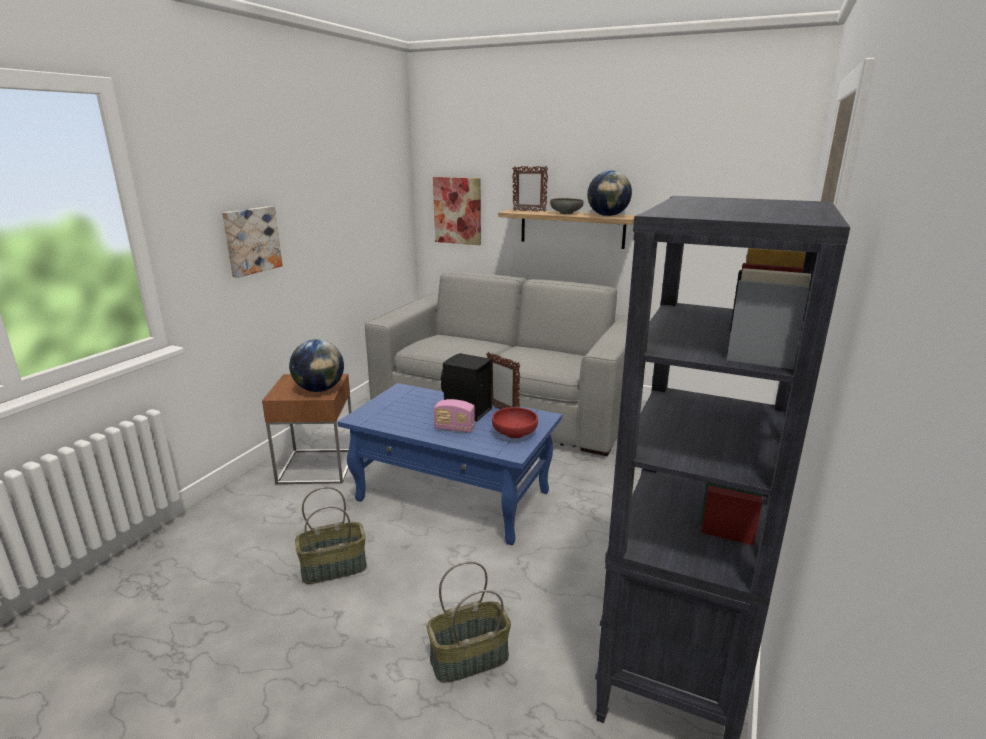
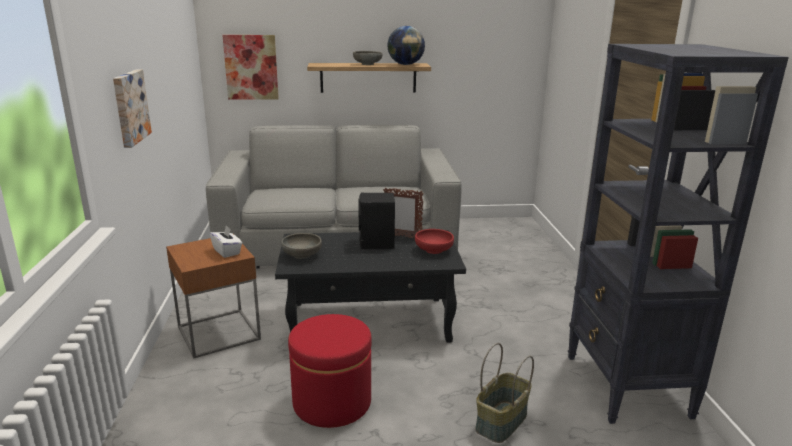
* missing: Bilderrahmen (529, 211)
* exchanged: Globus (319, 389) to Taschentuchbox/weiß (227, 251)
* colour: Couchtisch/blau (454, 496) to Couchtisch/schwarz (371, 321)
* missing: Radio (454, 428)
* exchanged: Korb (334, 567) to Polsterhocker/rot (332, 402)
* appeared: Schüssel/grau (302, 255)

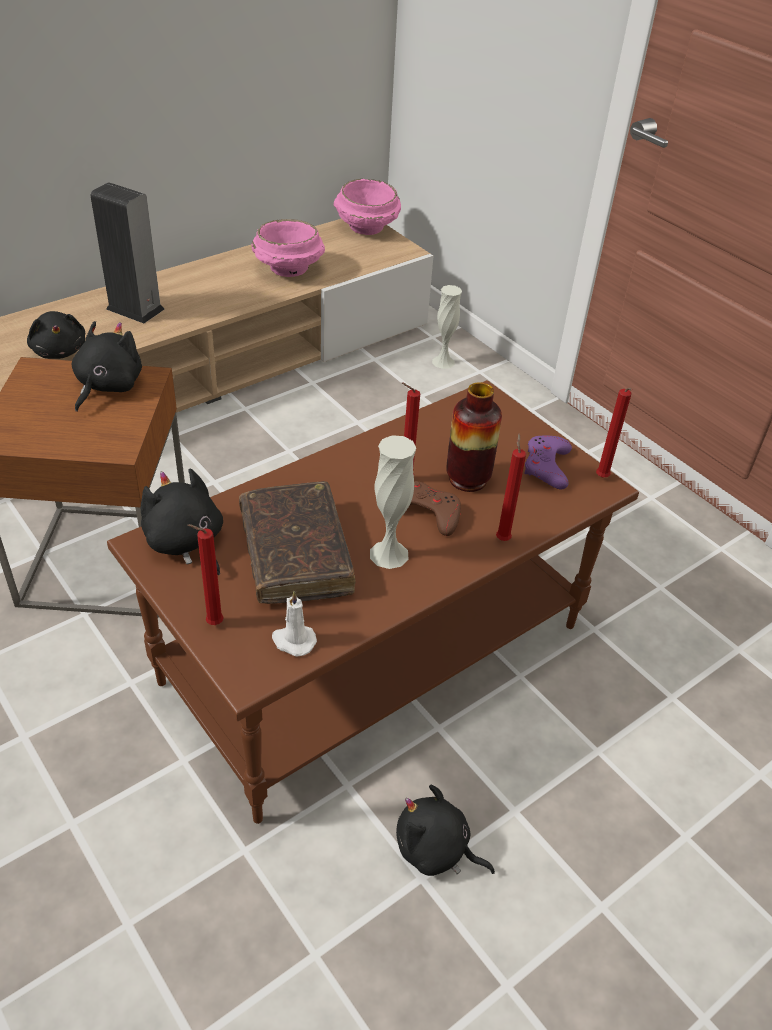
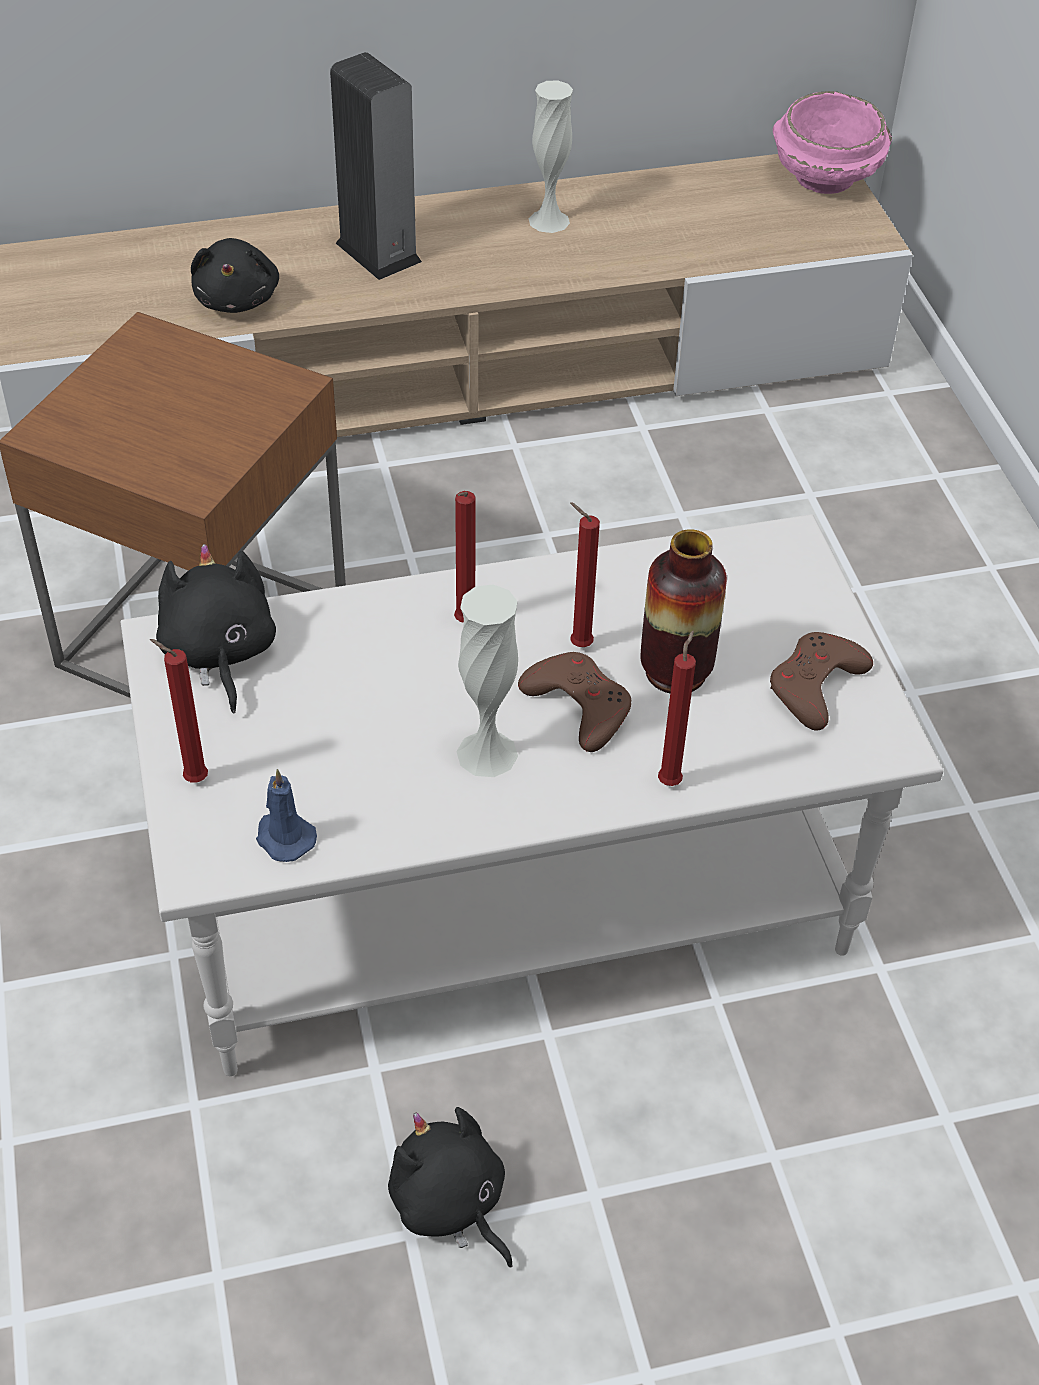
* missing: Schüssel/rosa (288, 270)
* relocated: Vase/weiß (443, 362) to (549, 221)
* missing: Plüschtier/schwarz (107, 386)
* colour: Couchtisch/braun (375, 657) to Couchtisch/weiß (510, 899)
* relocated: Kerze/rot (602, 479) to (464, 624)
* colour: Gamepad/lila (546, 466) to Gamepad/braun (815, 686)
* missing: Buch/braun (295, 553)
* colour: Kerze/weiß (293, 641) to Kerze/blau (284, 837)

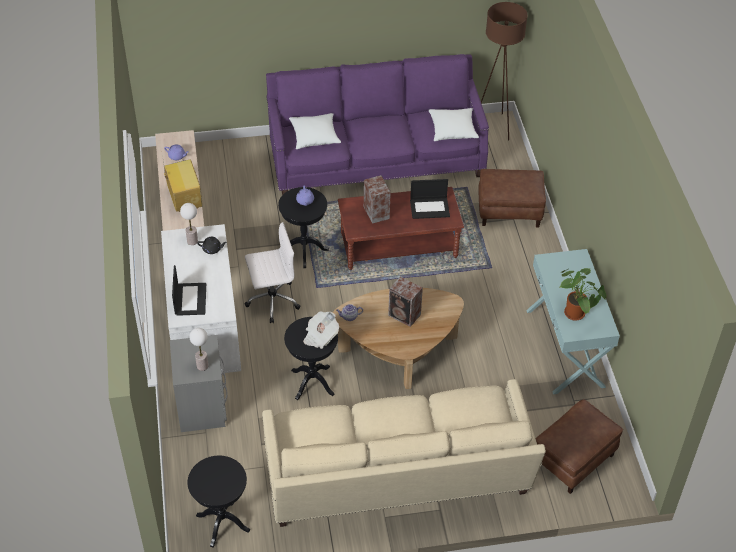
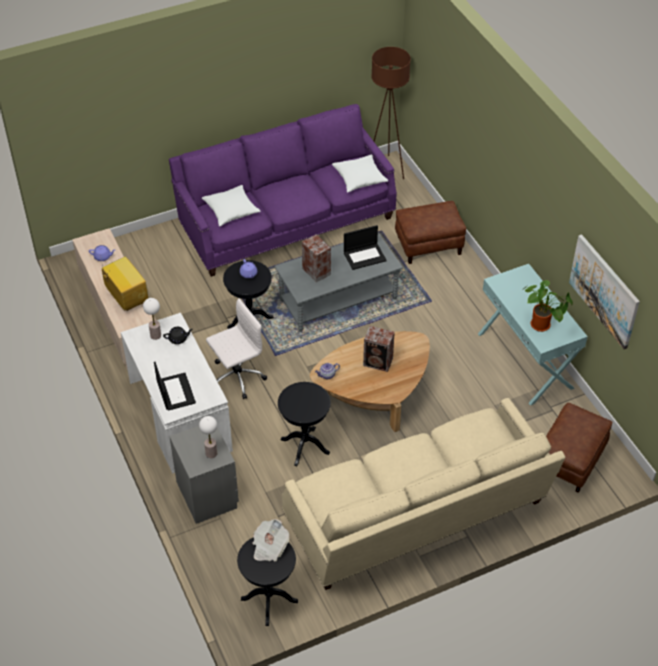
* colour: Couchtisch/braun (399, 246) to Couchtisch/grau (338, 299)
* relocated: Zeitung (320, 336) to (269, 547)
* appeared: Bild (604, 291)

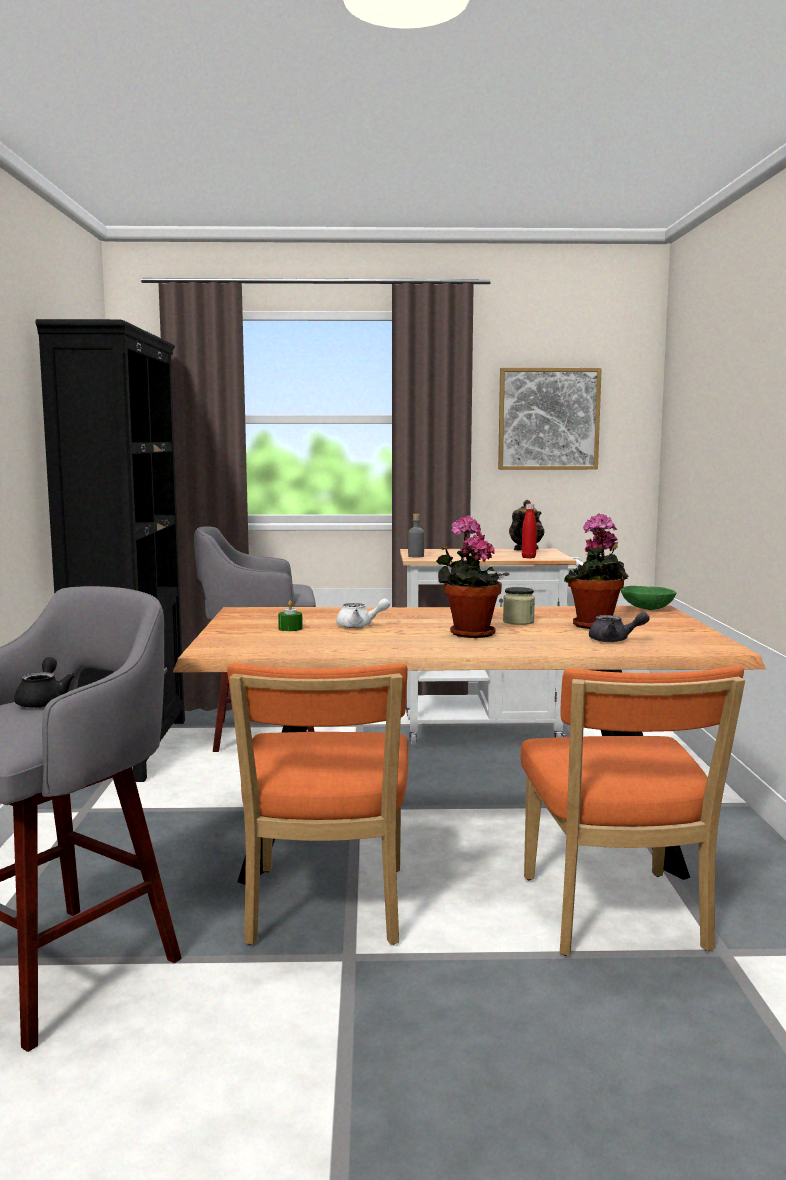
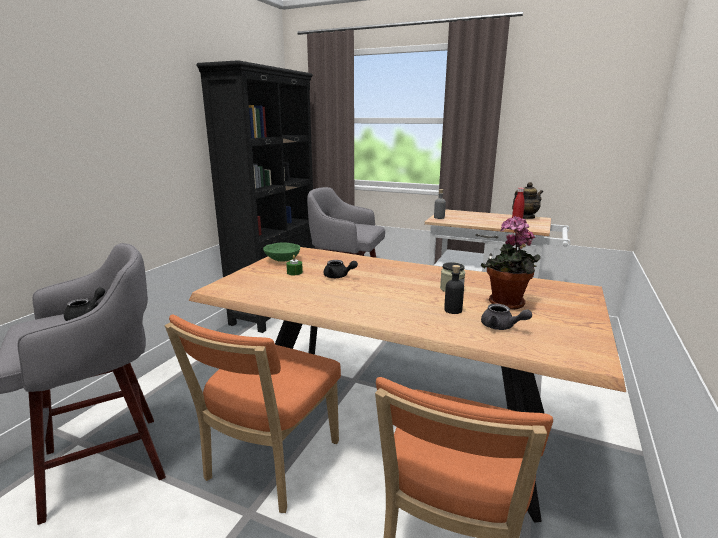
* missing: Bild (548, 419)
* missing: Topfpflanze (468, 633)
* relocated: Schüssel/grün (646, 609) to (282, 260)
* colour: Teekanne/weiß (360, 626) to Teekanne/schwarz (338, 276)
* appeared: Flasche/schwarz (453, 310)

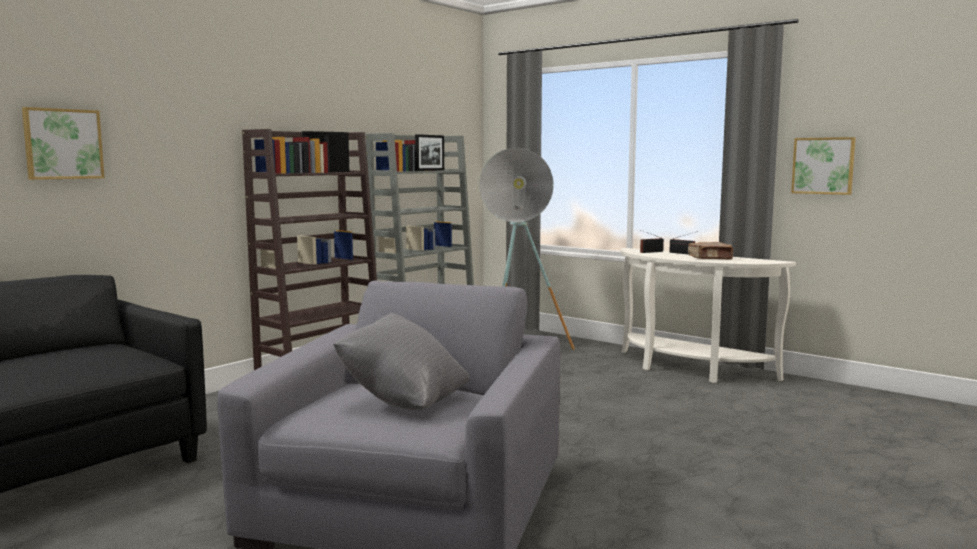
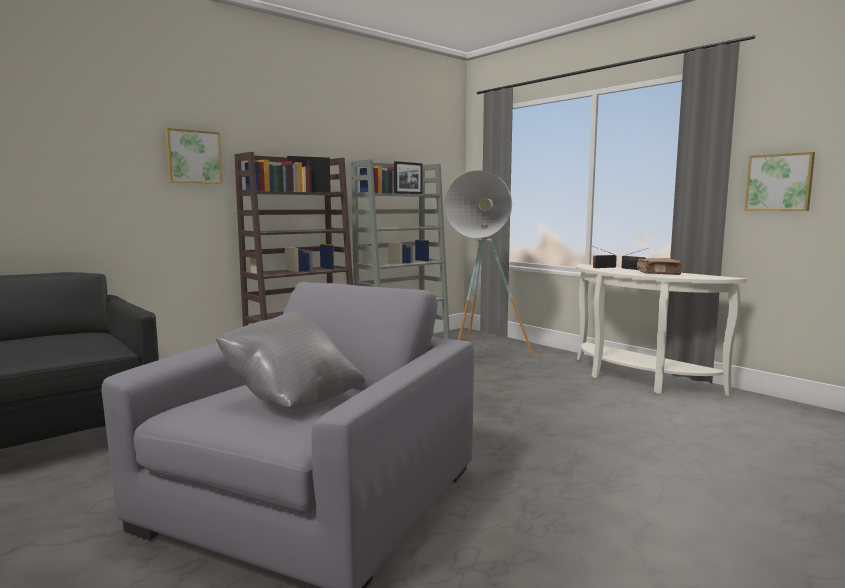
* relocated: Bild (62, 144) to (193, 157)

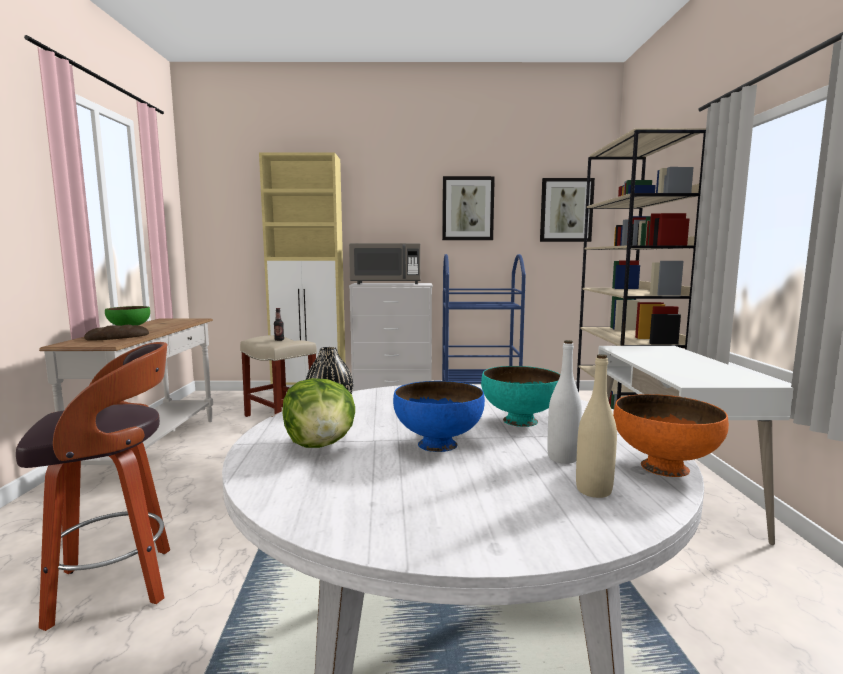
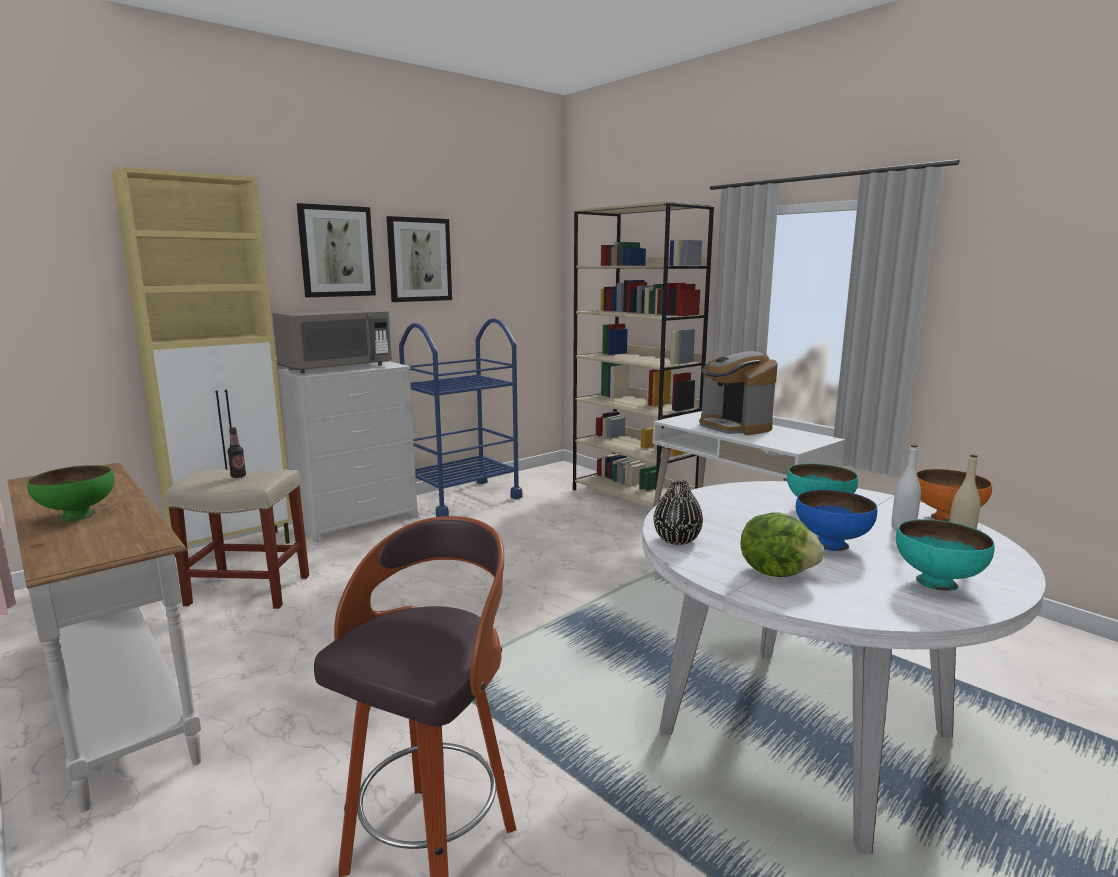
* relocated: Bild (566, 210) to (337, 251)
* missing: Brot (117, 337)
* appeared: Kaffeemaschine (734, 427)
* appeared: Schüssel/türkis (937, 583)

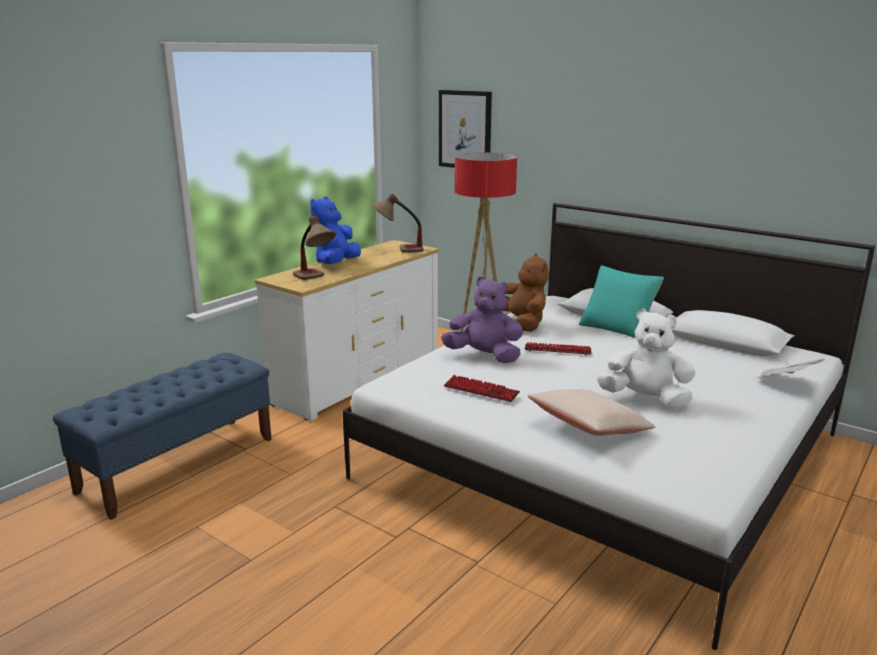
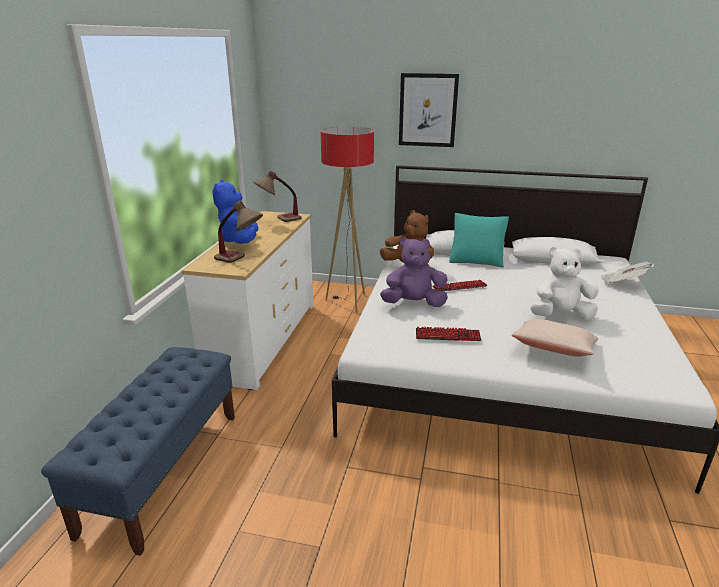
* relocated: Bild (465, 130) to (428, 110)

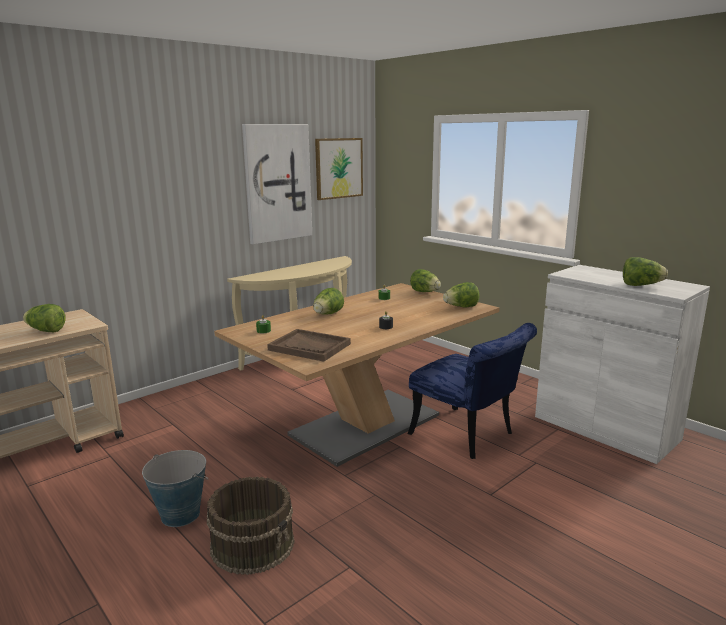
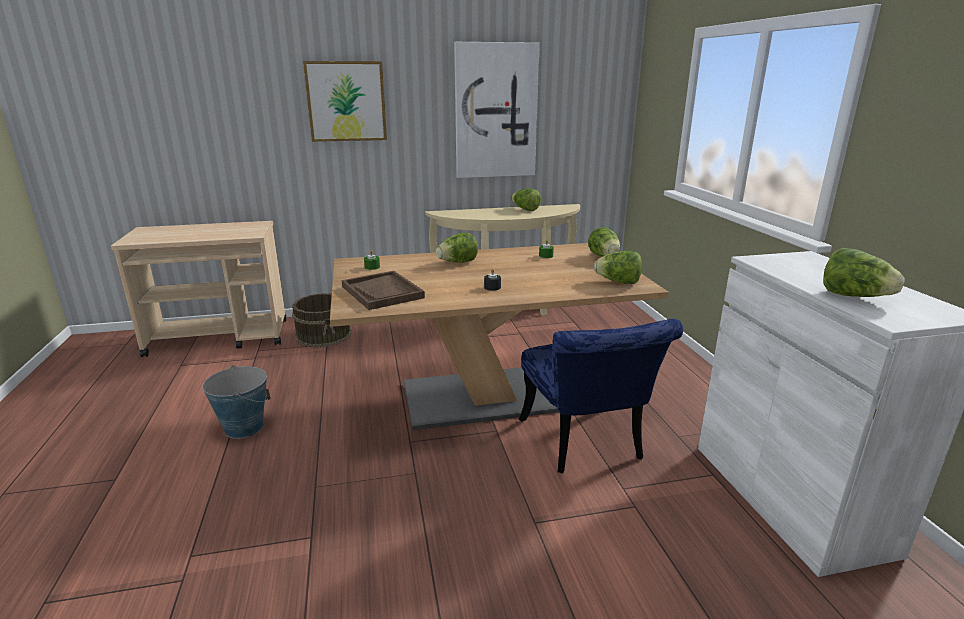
* relocated: Bild (338, 168) to (346, 101)
* relocated: Salatkopf (46, 331) to (525, 209)
* relocated: Eimer/braun (253, 544) to (324, 335)

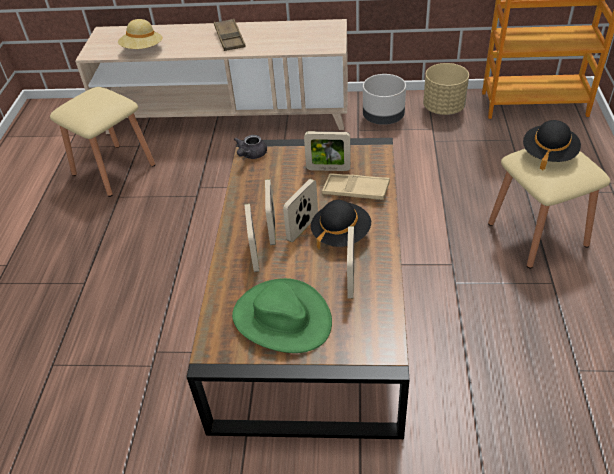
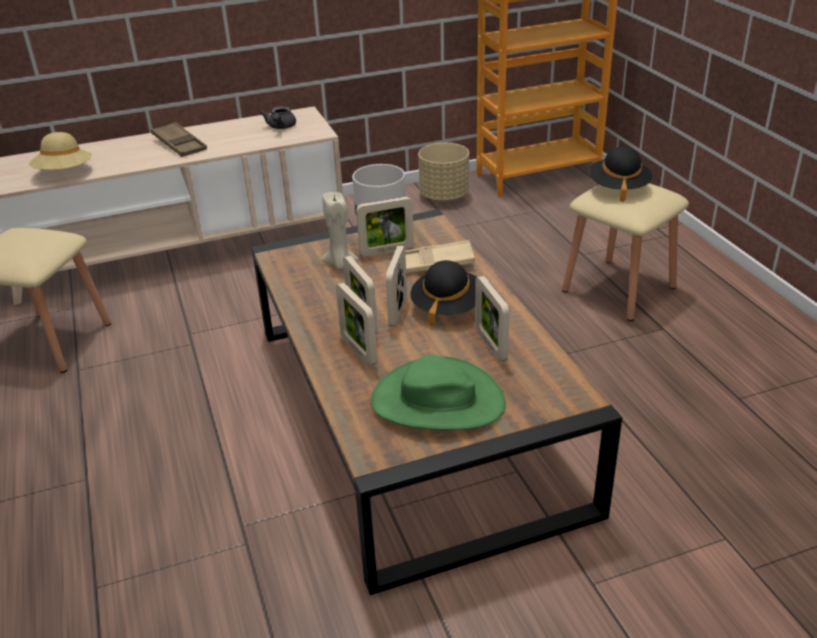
* relocated: Teekanne/grau (251, 155) to (281, 127)
* appeared: Kerze/beige (340, 264)

